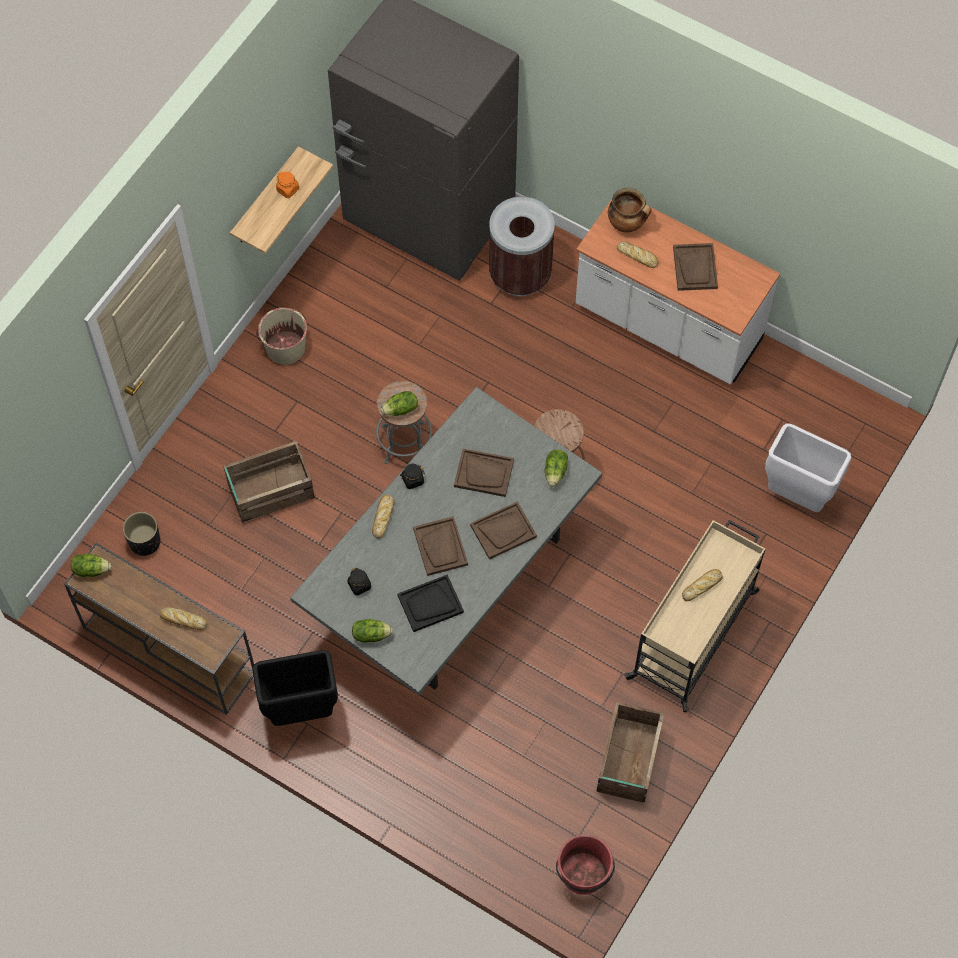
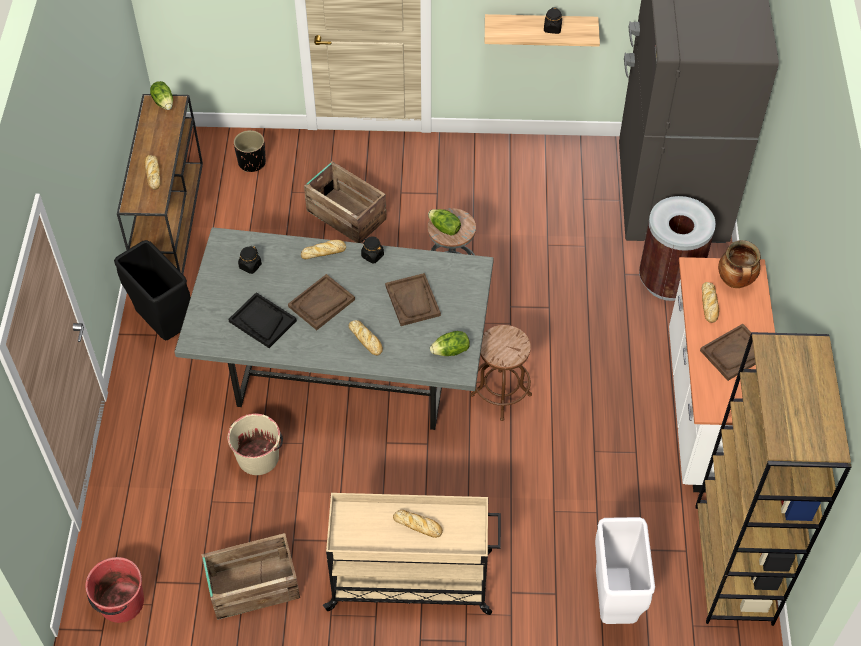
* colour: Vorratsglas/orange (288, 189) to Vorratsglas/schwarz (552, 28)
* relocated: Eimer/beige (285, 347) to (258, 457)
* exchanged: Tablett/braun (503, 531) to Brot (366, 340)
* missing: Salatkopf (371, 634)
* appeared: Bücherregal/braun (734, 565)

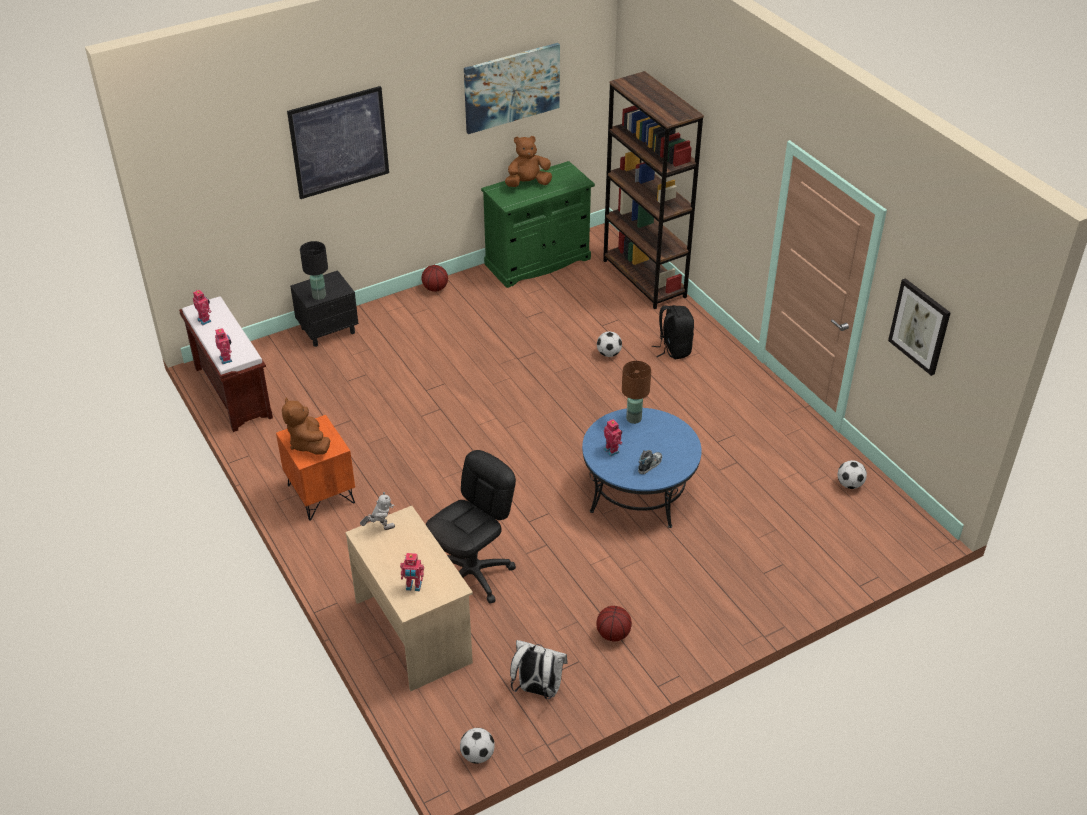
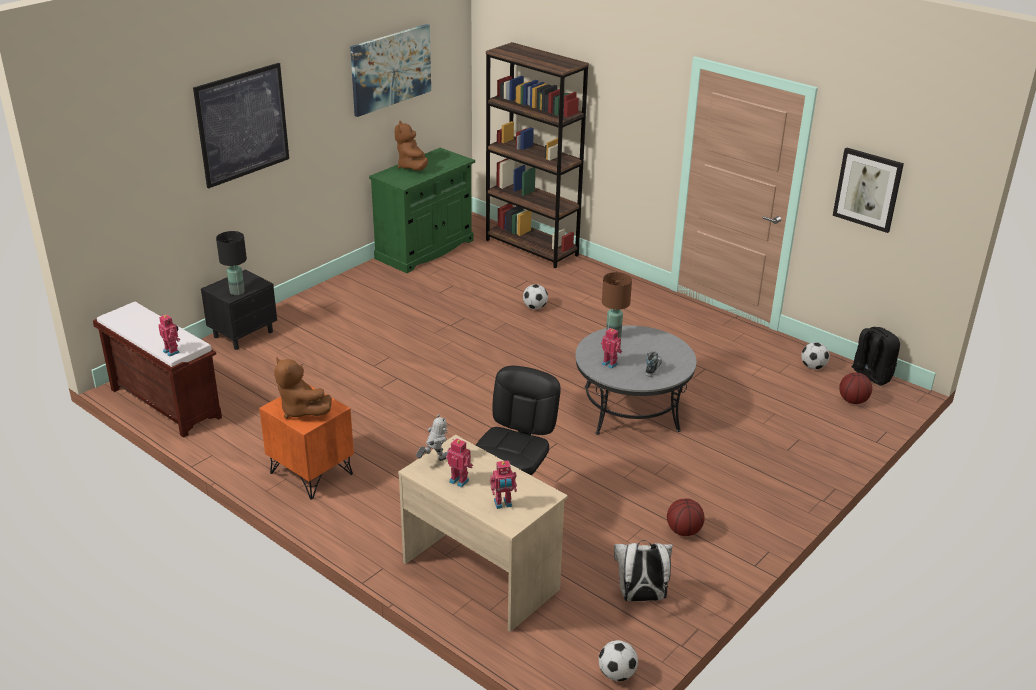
* spun: Plüschtier/braun (528, 184) = (412, 167) 60 degrees counterclockwise
* relocated: Basketball (435, 288) to (852, 401)
* relocated: Spielzeugroboter (205, 320) to (459, 480)
* relocated: Rucksack/schwarz (673, 349) to (869, 376)
* colour: Couchtisch/blau (638, 491) to Couchtisch/grau (631, 408)

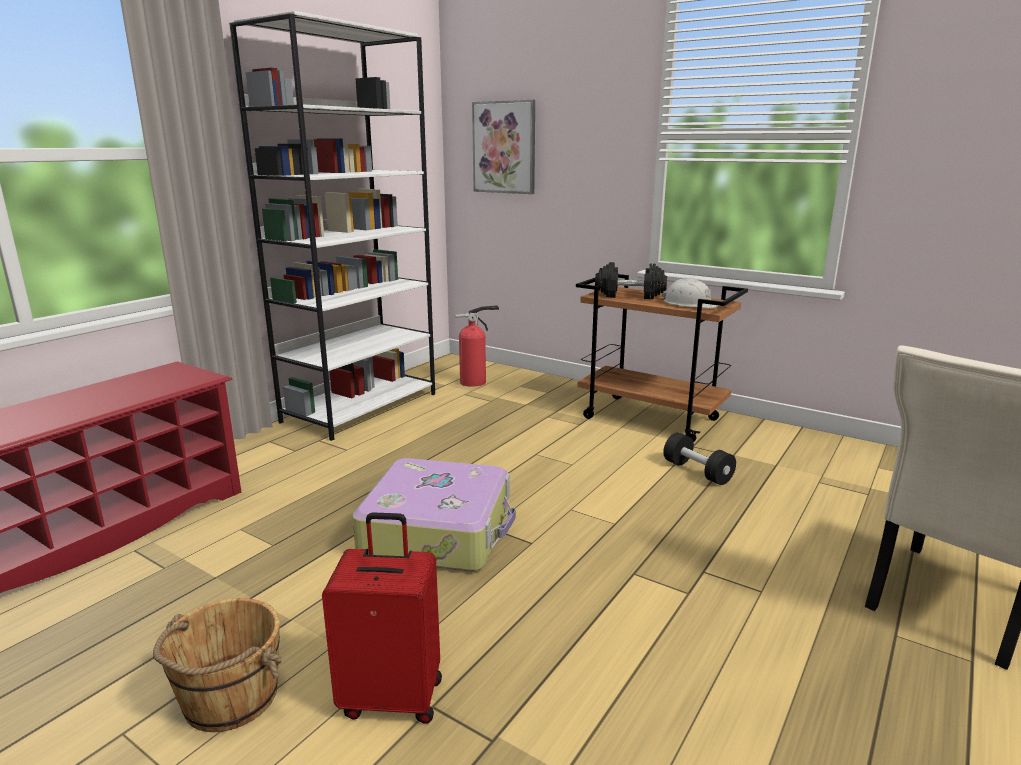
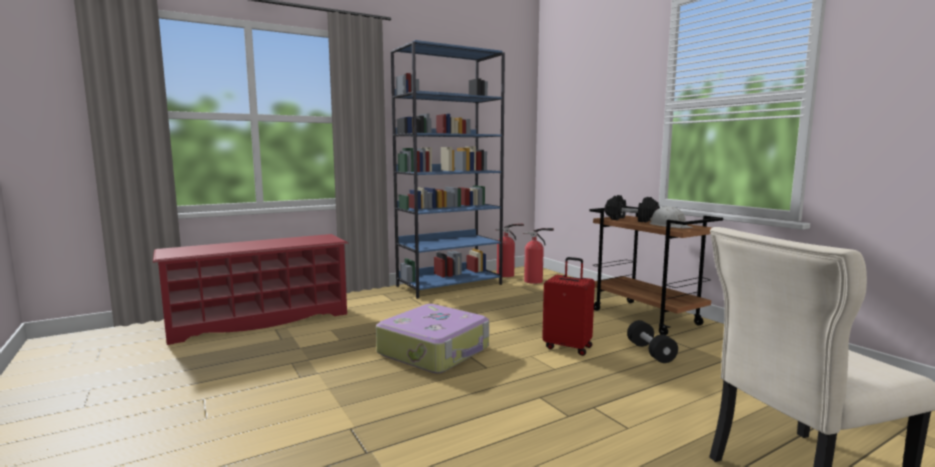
* colour: Bücherregal/weiß (361, 407) to Bücherregal/blau (449, 285)
* missing: Bild (504, 147)
* relocated: Koffer/rot (392, 696) to (568, 347)
* missing: Eimer/braun (229, 698)
* appeared: Feuerlöscher (507, 275)

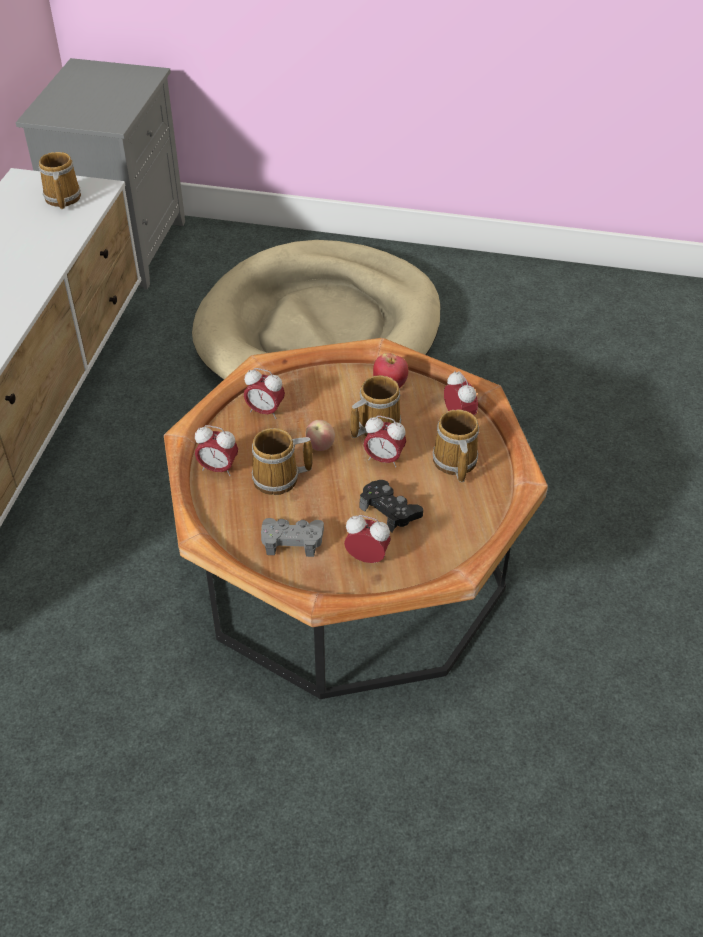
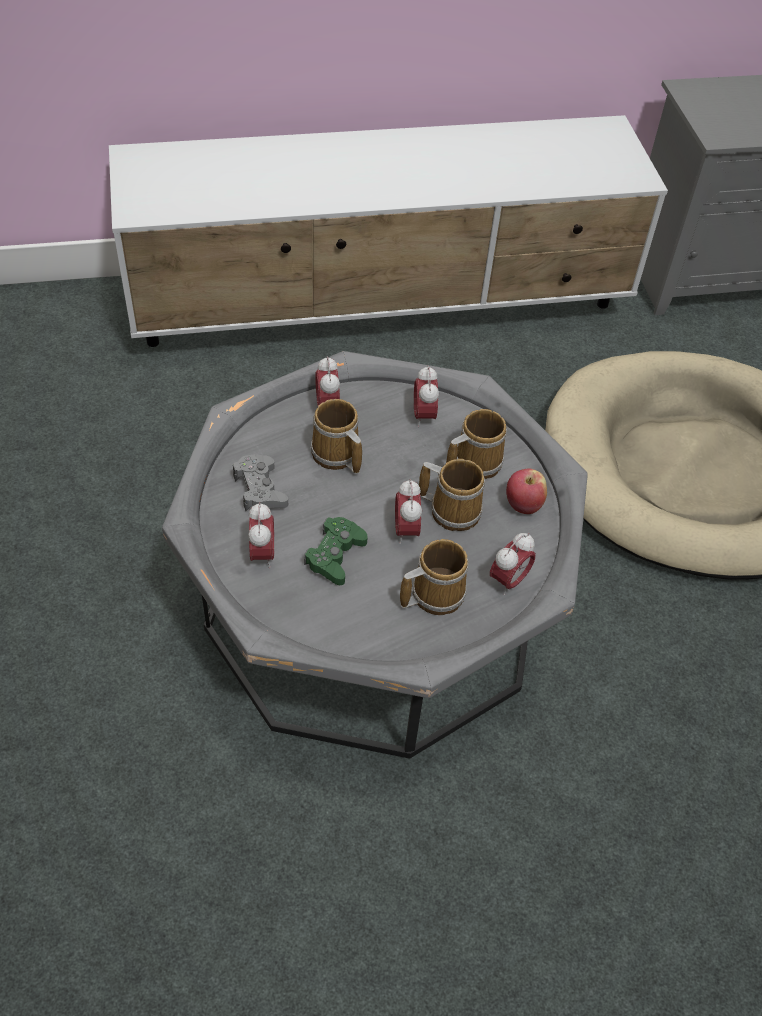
* relocated: Henkelbecher (61, 199) to (474, 462)
* colour: Couchtisch/braun (351, 567) to Couchtisch/grau (373, 605)
* missing: Apfel (320, 446)
* colour: Gamepad/schwarz (390, 510) to Gamepad/grün (335, 555)

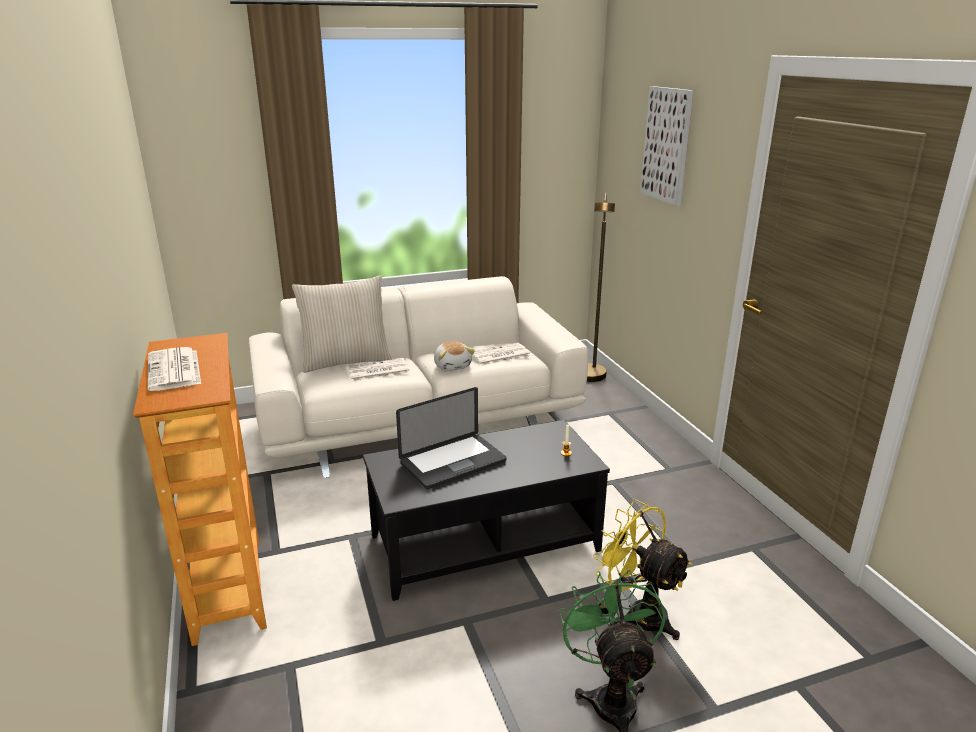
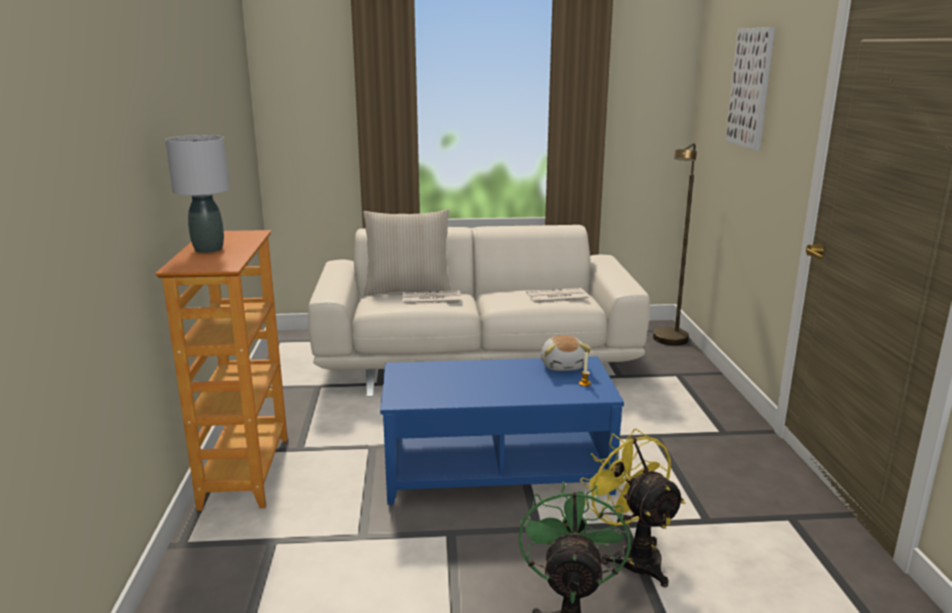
* relocated: Plüschtier (453, 366) to (563, 365)
* exchanged: Zeitung (174, 370) to Tischlampe/grau (209, 249)
* missing: Laptop (453, 462)
* colour: Couchtisch/schwarz (484, 542) to Couchtisch/blau (497, 469)

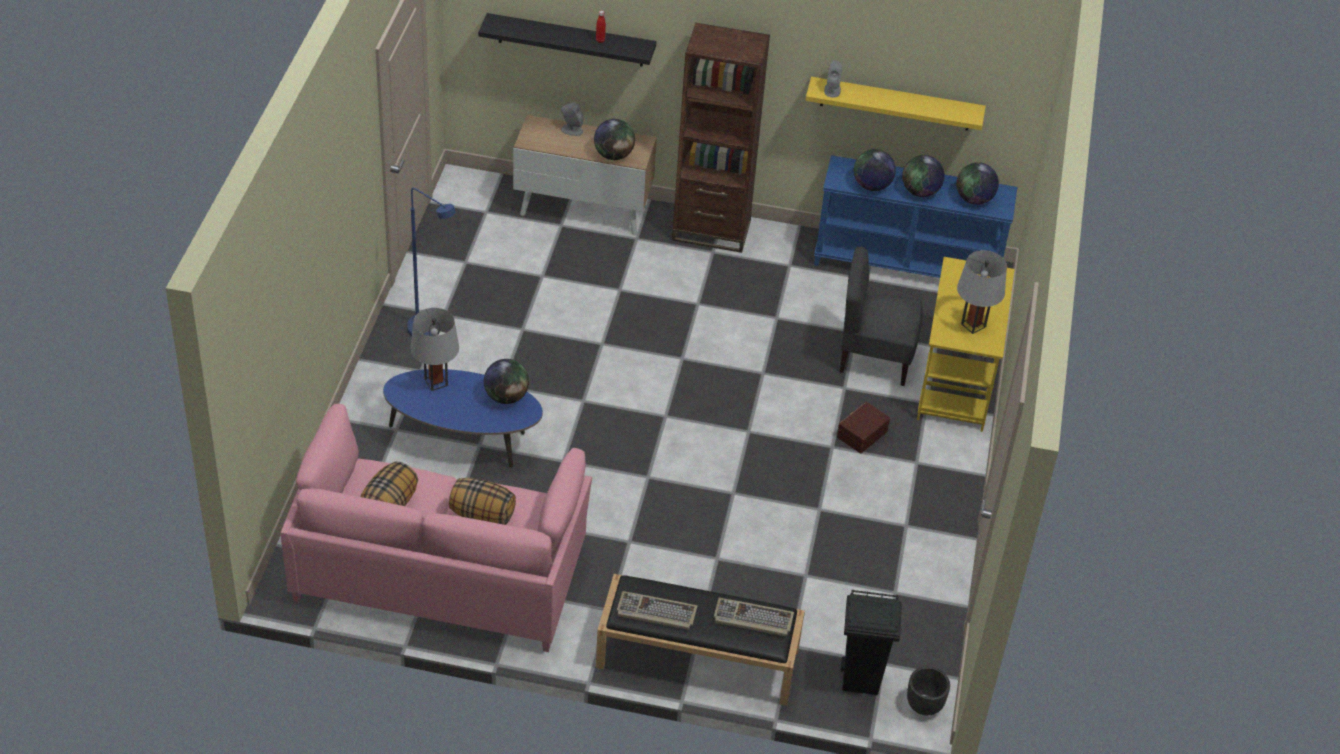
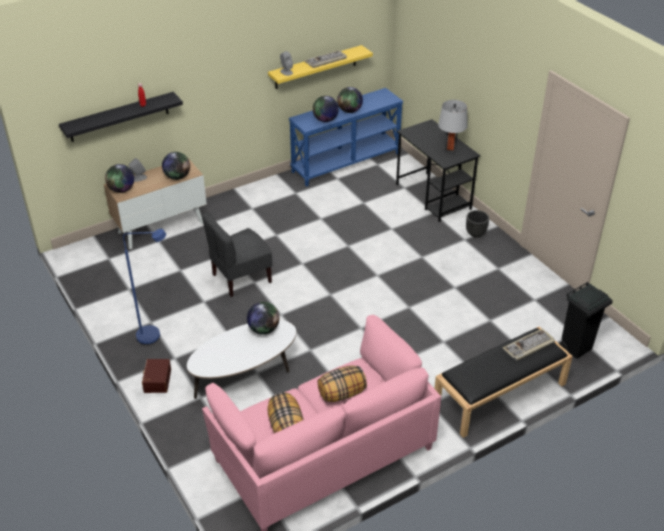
* missing: Bücherregal/braun (711, 230)
* relocated: Globus (974, 199) to (122, 190)
* relocated: Stuhl/grau (874, 358) to (241, 278)
* colour: Schreibtisch/gelb (956, 383) to Schreibtisch/schwarz (433, 197)
* missing: Tischlampe/grau (436, 382)
* colour: Couchtisch/blau (463, 440) to Couchtisch/weiß (245, 376)
* relocated: Aufbewahrungsbox/braun (861, 433) to (156, 380)
* relocated: Tastatur (655, 613) to (326, 60)
* relocated: Pflanzkübel/schwarz (925, 706) to (476, 233)

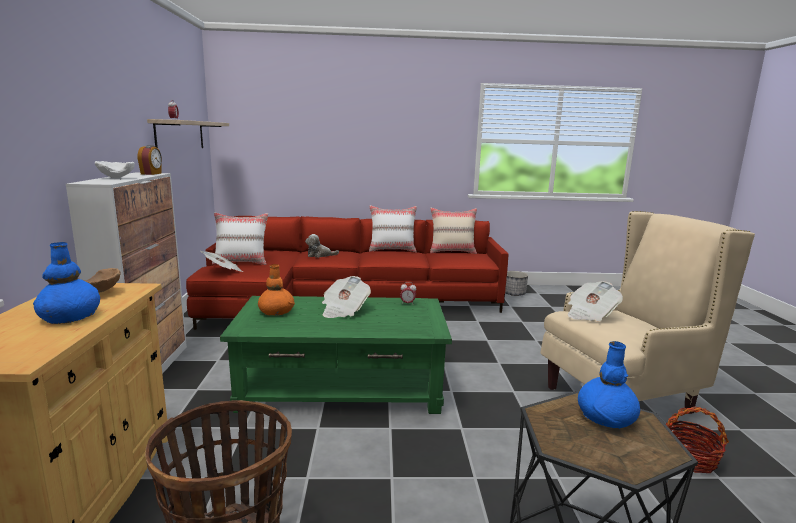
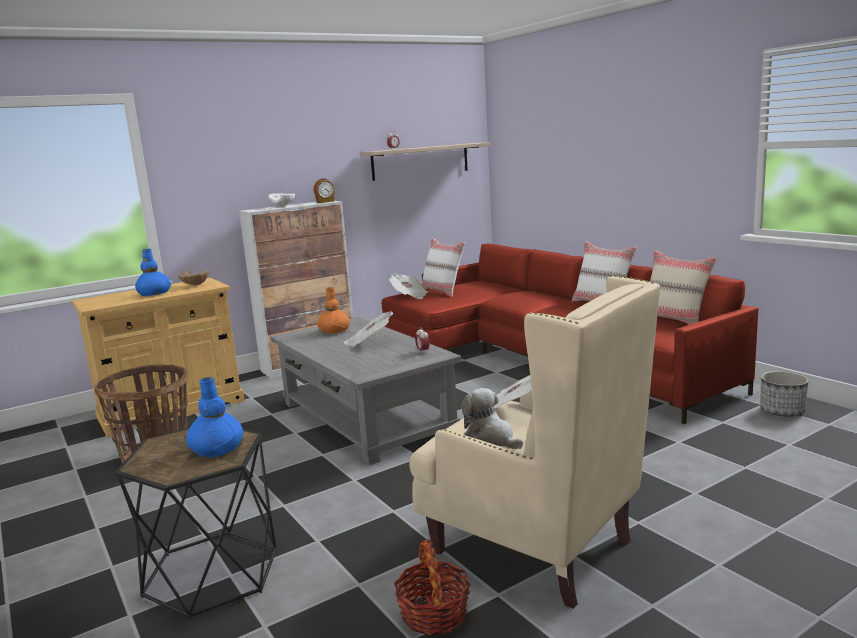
* relocated: Plüschtier (320, 255) to (491, 438)
* colour: Couchtisch/grün (342, 387) to Couchtisch/grau (366, 418)

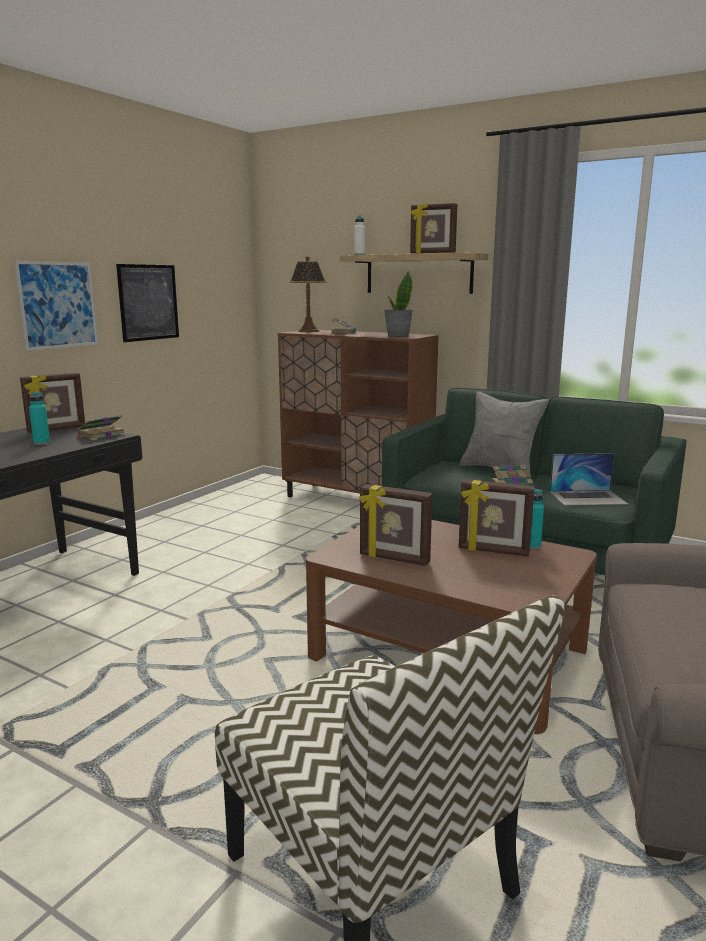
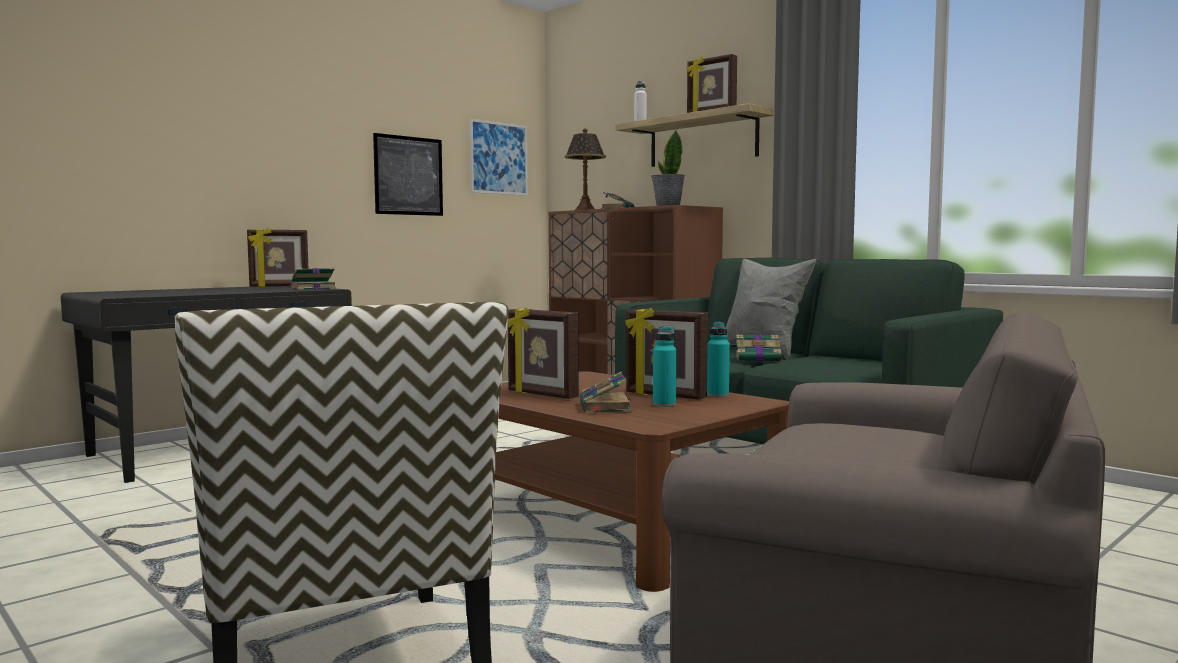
* relocated: Bild (58, 305) to (498, 158)
* relocated: Flasche/türkis (41, 443) to (664, 404)
* missing: Laptop (588, 497)
* appeared: Buch (605, 407)

